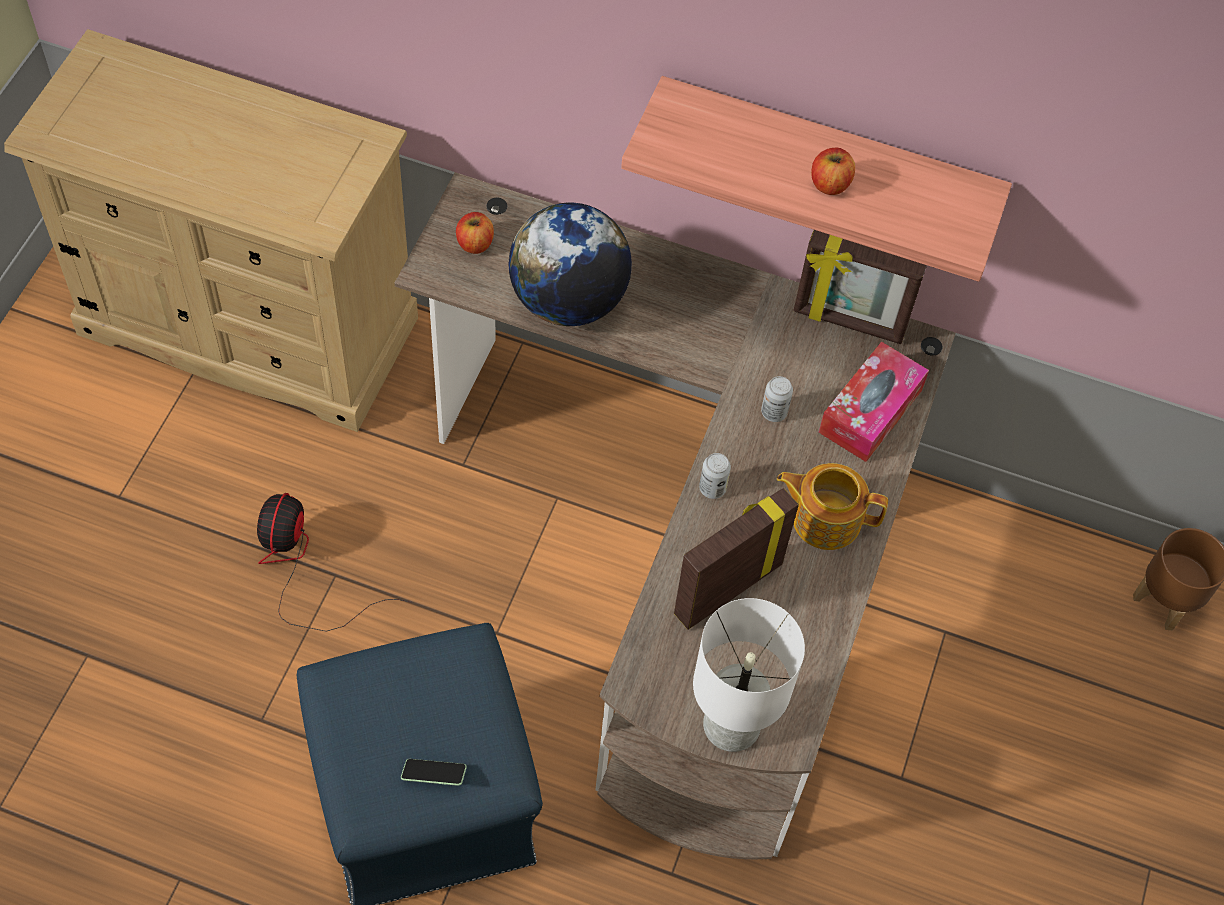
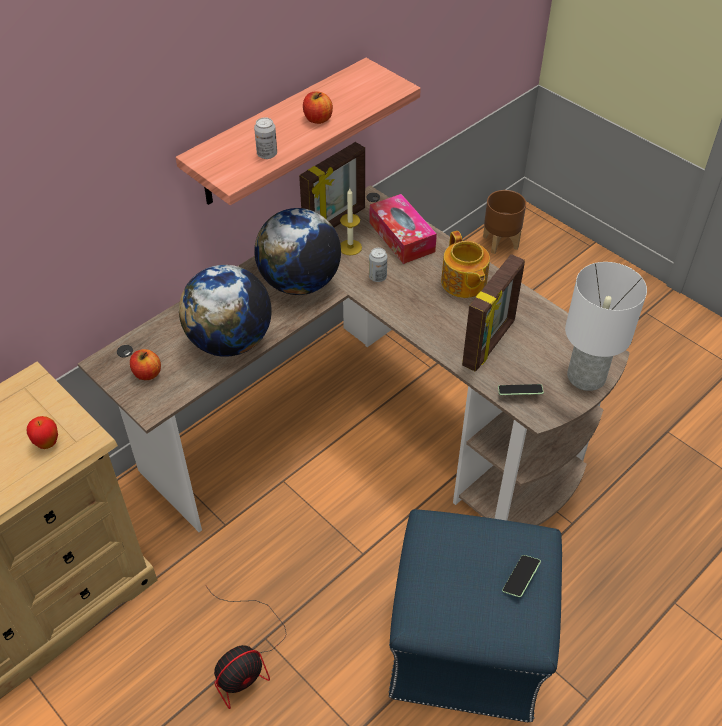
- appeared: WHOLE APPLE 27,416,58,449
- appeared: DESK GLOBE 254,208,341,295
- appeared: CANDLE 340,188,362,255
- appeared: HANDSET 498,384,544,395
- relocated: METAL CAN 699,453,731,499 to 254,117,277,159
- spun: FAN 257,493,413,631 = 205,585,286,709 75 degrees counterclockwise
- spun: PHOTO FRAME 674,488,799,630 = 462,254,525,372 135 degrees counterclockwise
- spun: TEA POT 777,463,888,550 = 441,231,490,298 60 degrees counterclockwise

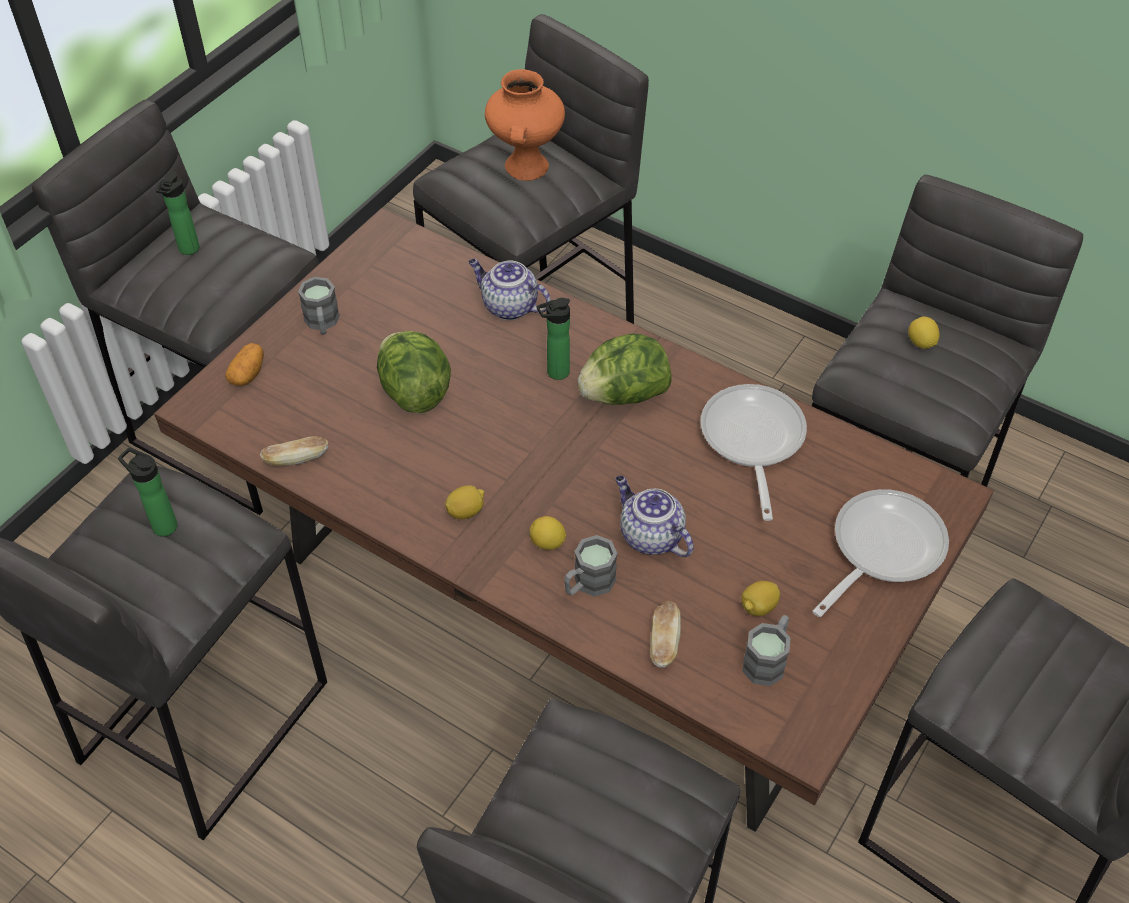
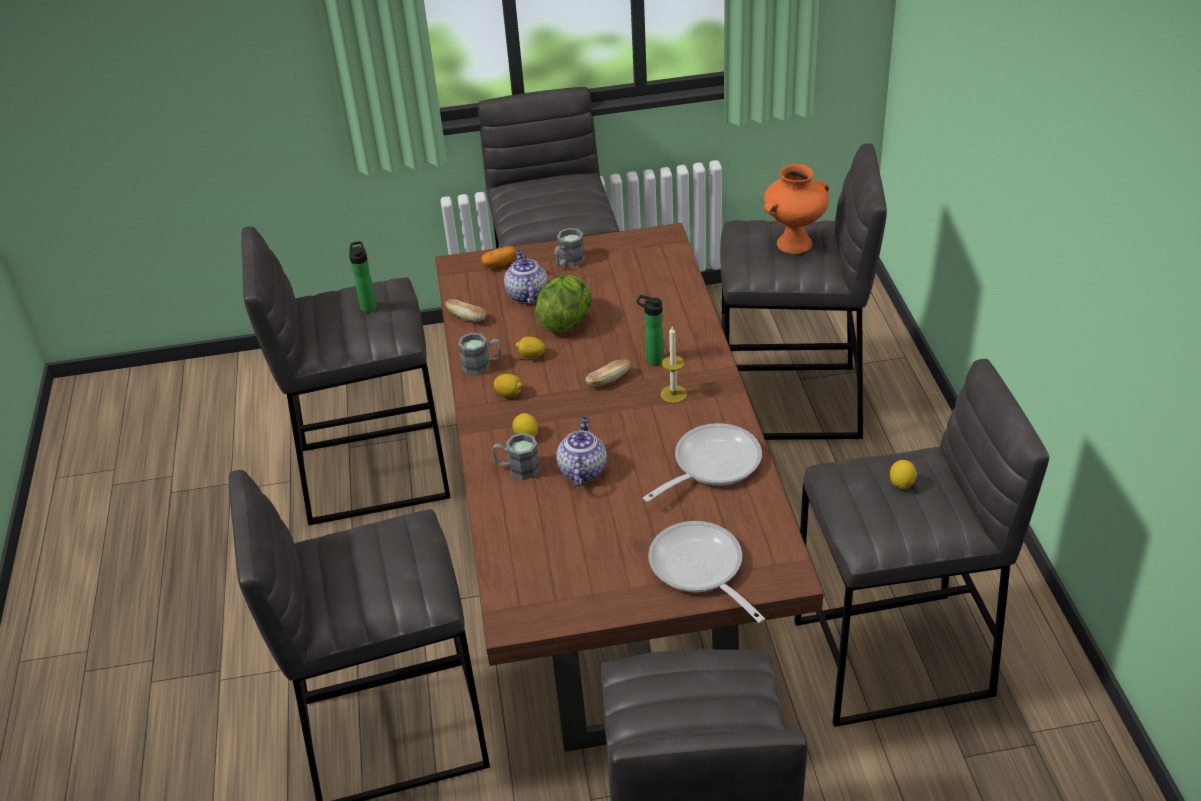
- missing: BEVERAGE BOTTLE 156,171,200,255
- relocated: TEA POT 468,259,551,320 to 504,250,548,304
- relocated: BAKERY BREAD 650,602,681,668 to 585,359,630,386
- relocated: CITRUS FRUIT 741,581,780,616 to 516,337,546,358
- relocated: GRAY MUG 742,615,791,686 to 458,333,501,375
- exchanged: HEAD OF LETTUCE 578,333,672,405 to CANDLE 660,327,687,403
- spun: FRYING PAN 813,489,949,617 = 648,521,765,623 120 degrees counterclockwise

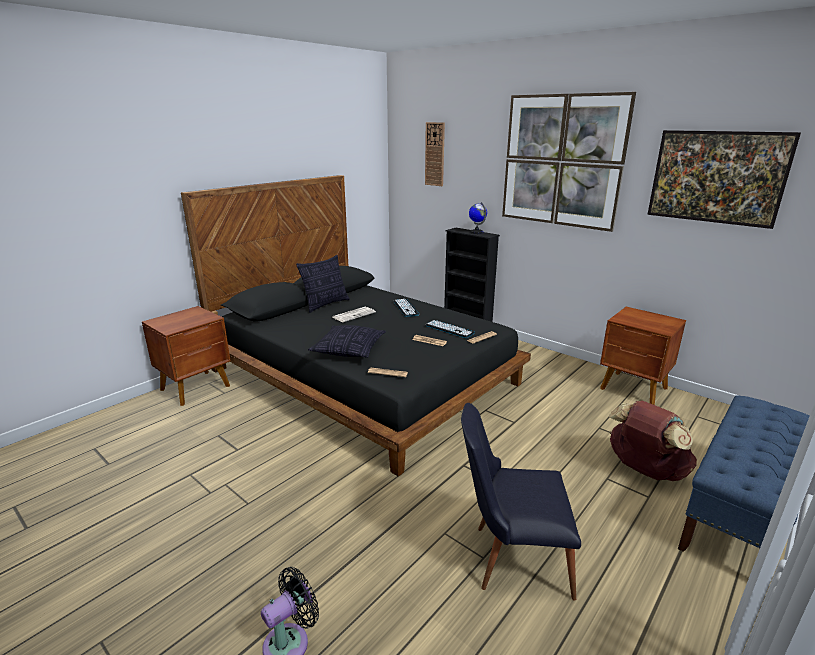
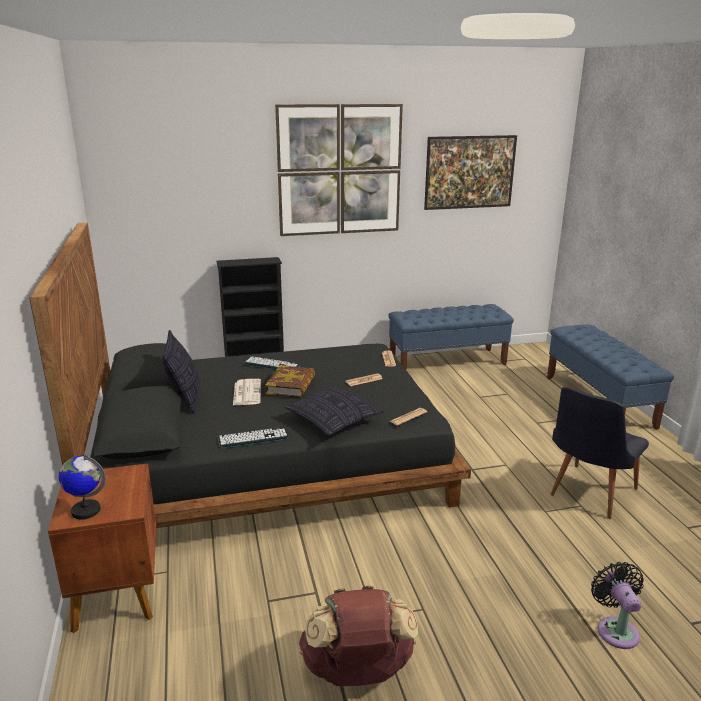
- missing: CLOCK ON THE WALL 425,122,445,186
- appeared: BOOK 265,365,315,398
- relocated: PC KEYBOARD 426,320,475,338 to 218,427,289,448
- relocated: DESK GLOBE 469,202,487,234 to 58,455,106,520
- relocated: BROWNISH RUCKSACK 609,401,697,481 to 299,585,418,686
- exchanged: BROWNISH NIGHT TABLE 600,307,686,405 to BLUISH LONG SEAT 388,304,514,370

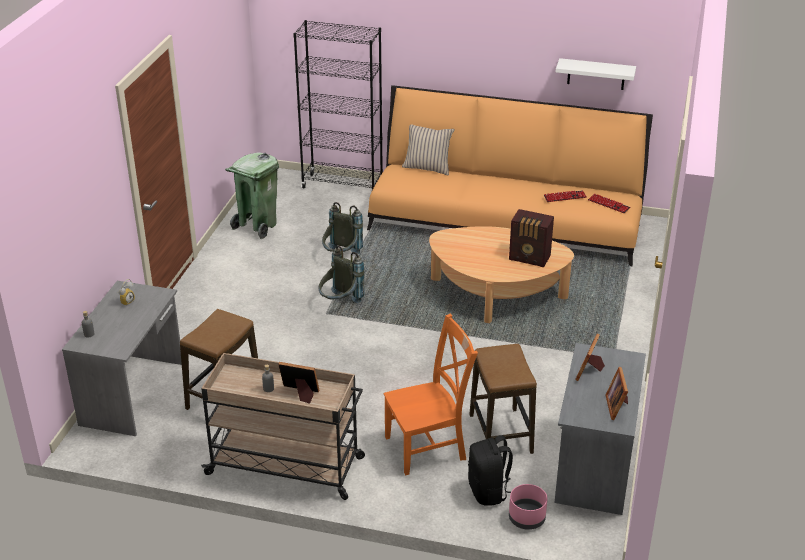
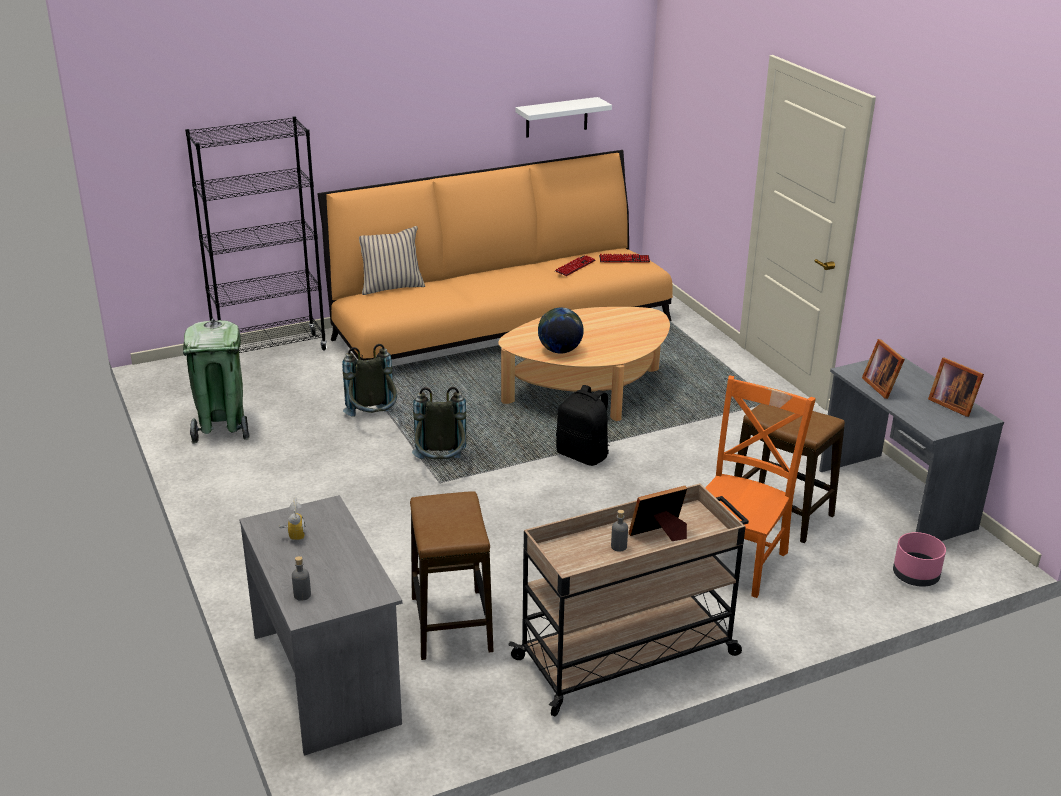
- missing: RADIO SET 509,209,554,267
- appeared: DESK GLOBE 538,307,584,353
- relocated: BLACK-COLOURED RUCKSACK 468,435,513,506 to 556,385,610,466

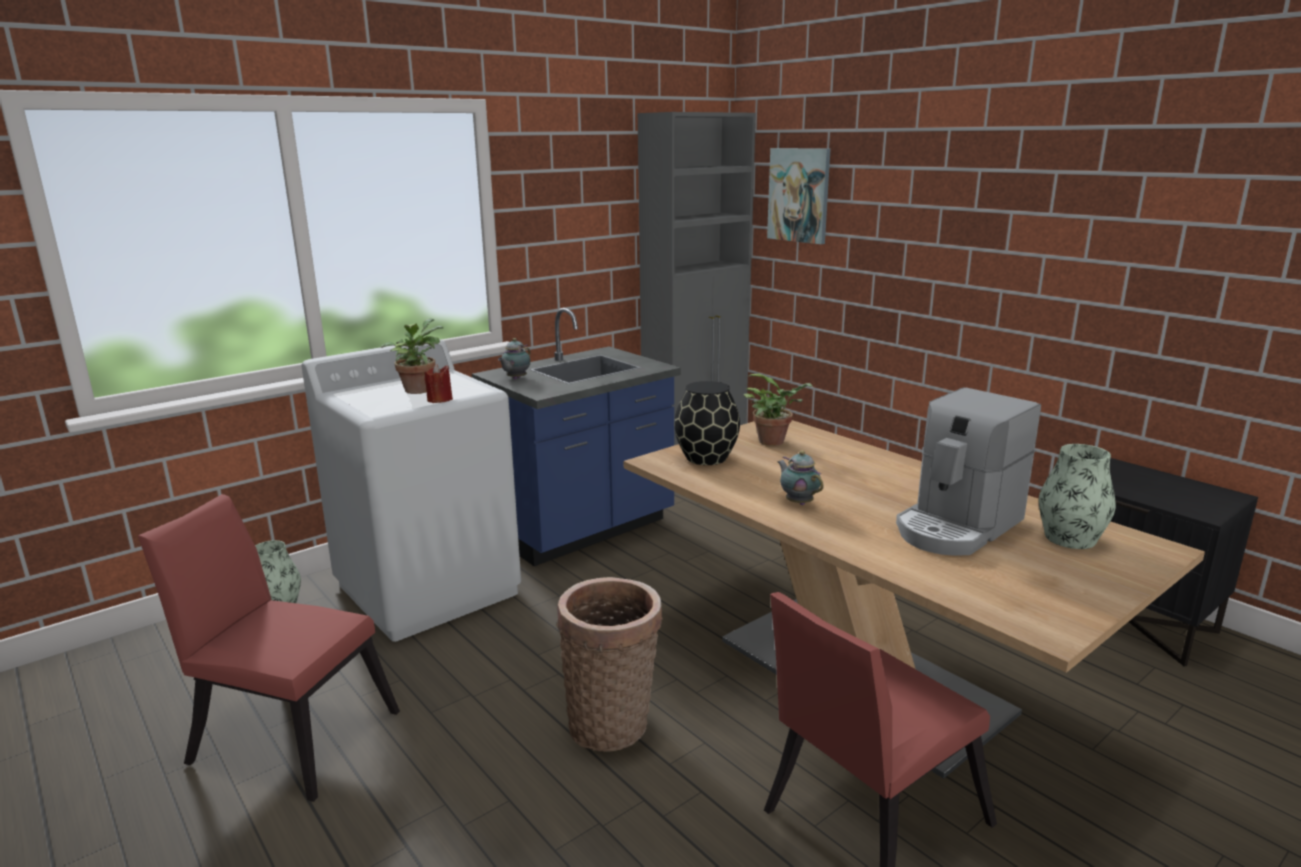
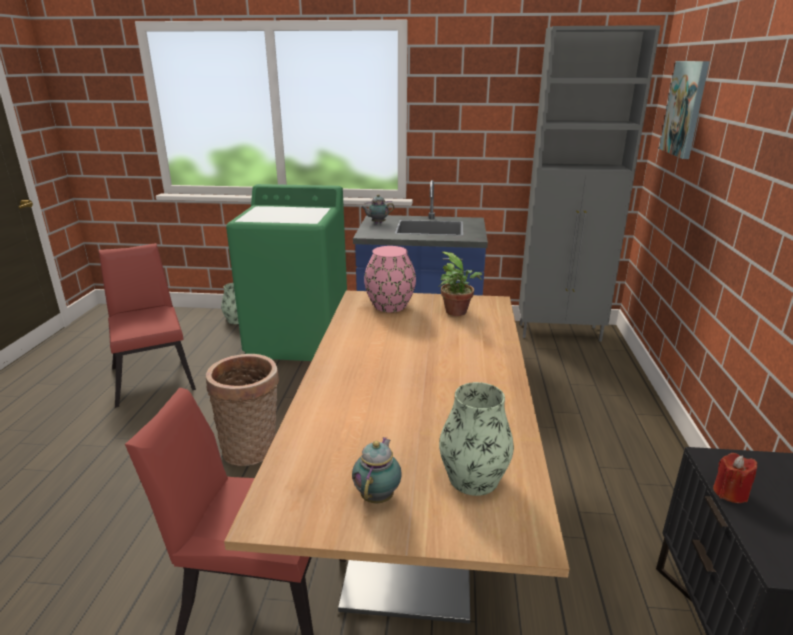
- missing: PLANT IN A POT 381,318,444,394
- missing: COFFEE BREWER 896,388,1041,556
- relocated: RED CANDLE 424,364,453,403 to 713,453,757,503
- relocated: TEA POT 777,450,824,505 to 352,437,402,503
- colour: WHITISH LAUNDRY MACHINE 301,339,521,642 to GREEN LAUNDRY MACHINE 226,184,347,361
- colour: BLACK-COLOURED VASE 674,381,740,465 to PINK-COLOURED VASE 364,246,416,313

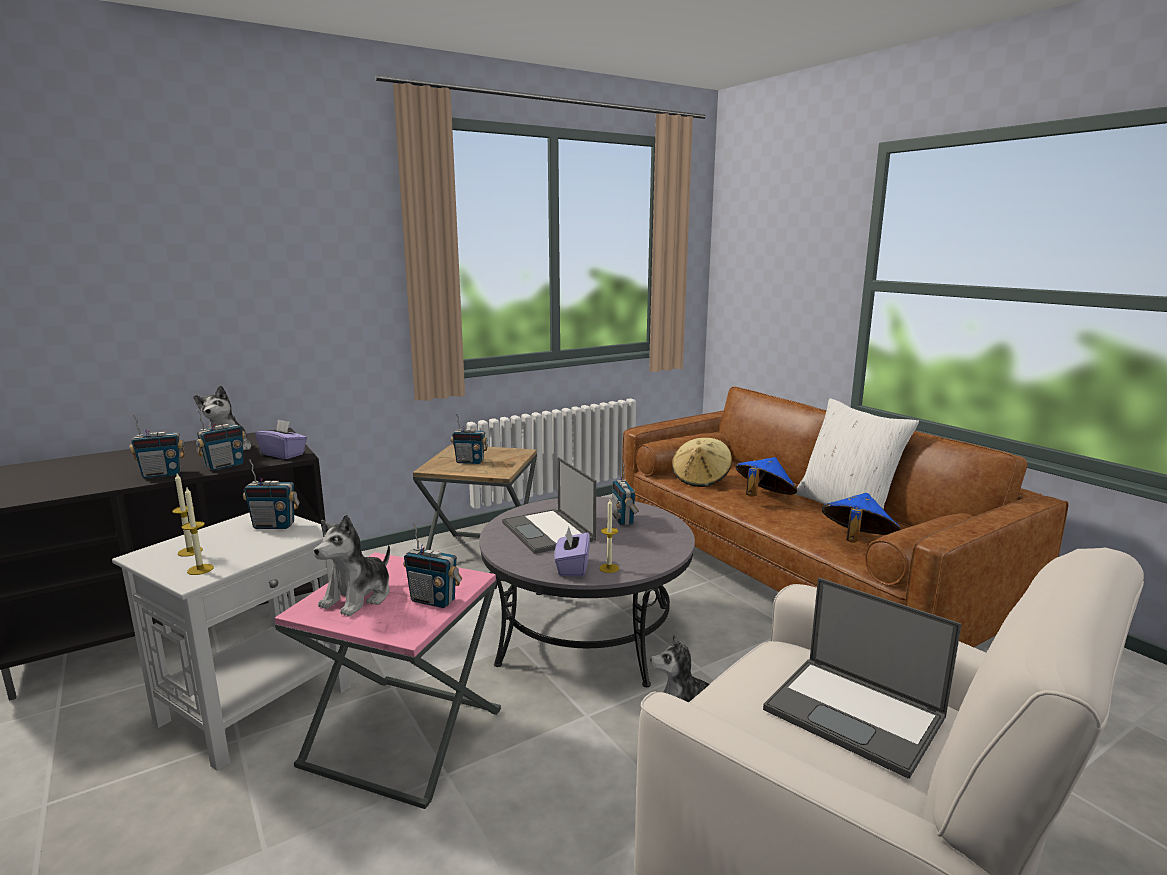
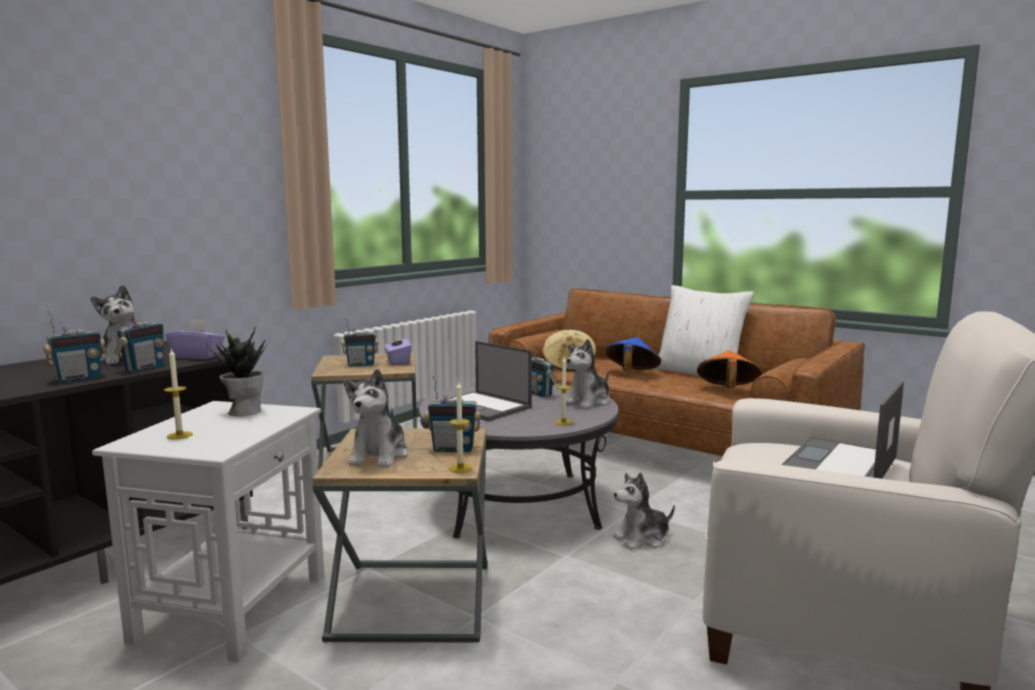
- appeared: SOFT TOY 566,339,610,409
- relocated: CANDLE 182,488,214,575 to 449,382,473,473
- relocated: PURPLISH BOX OF TISSUES 554,527,590,577 to 384,334,411,365
- exchanged: RADIO SET 243,459,300,529 to PLANT IN A POT 206,327,268,416
- colour: PINK-COLOURED SIDE TABLE 275,552,501,809 to BROWNISH SIDE TABLE 313,429,488,643
- colour: BLUISH CLOTHING HAT 822,493,901,543 to ORANGE CLOTHING HAT 697,350,762,388
- spun: NOTEBOOK COMPUTER 763,578,962,779 = 781,381,904,479 105 degrees clockwise

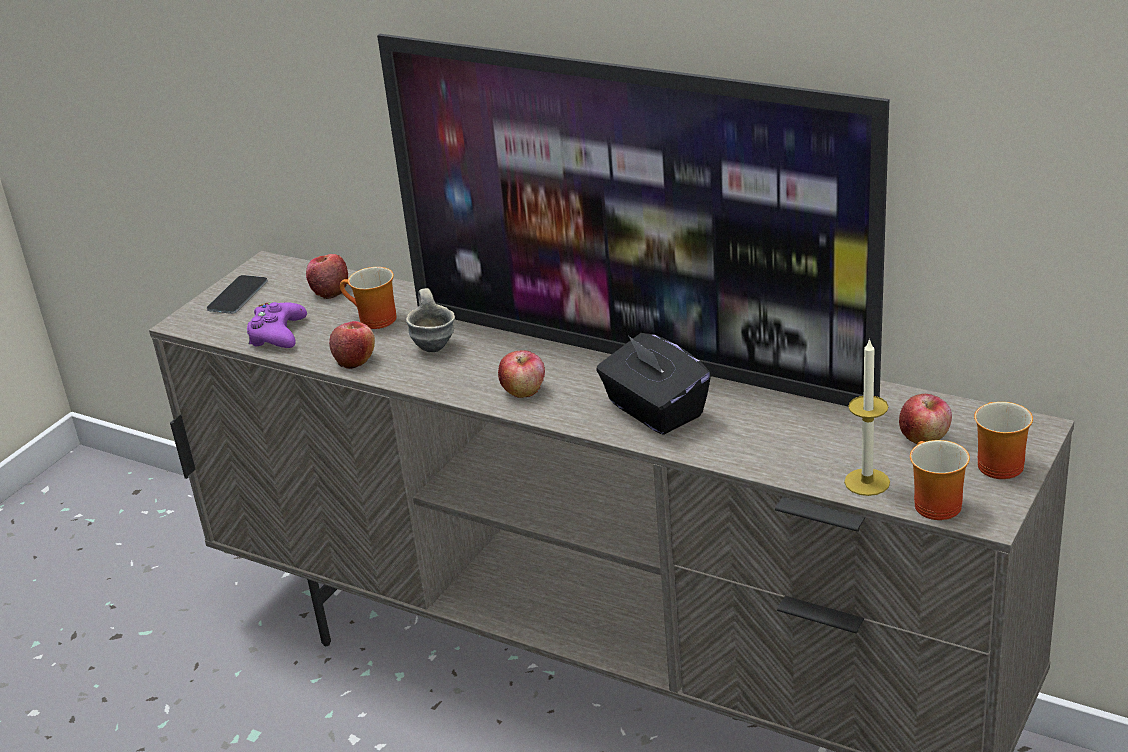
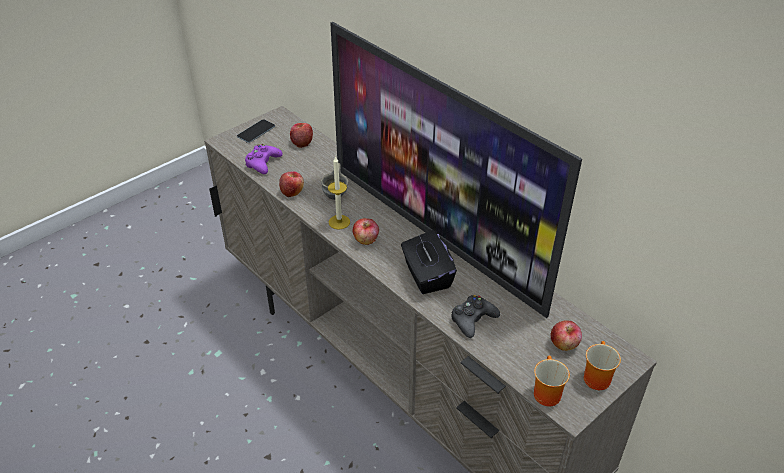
- missing: MUG 340,267,397,329
- appeared: BLACK-COLOURED GAMEPAD 451,295,500,338
- relocated: CANDLE 844,338,890,496 to 328,156,350,230

